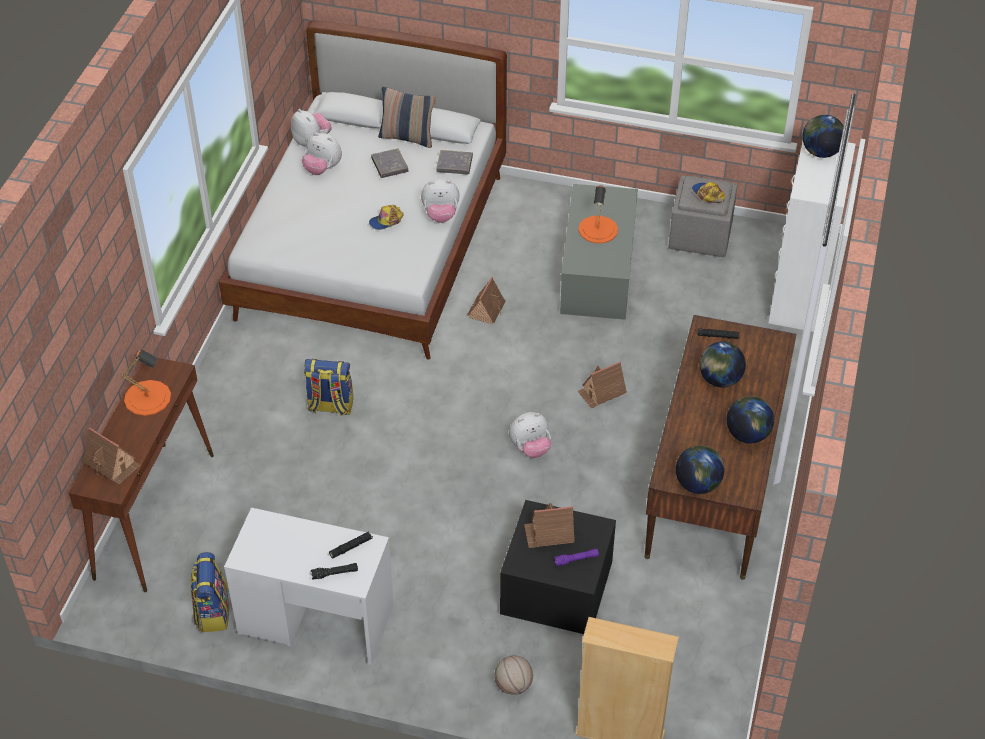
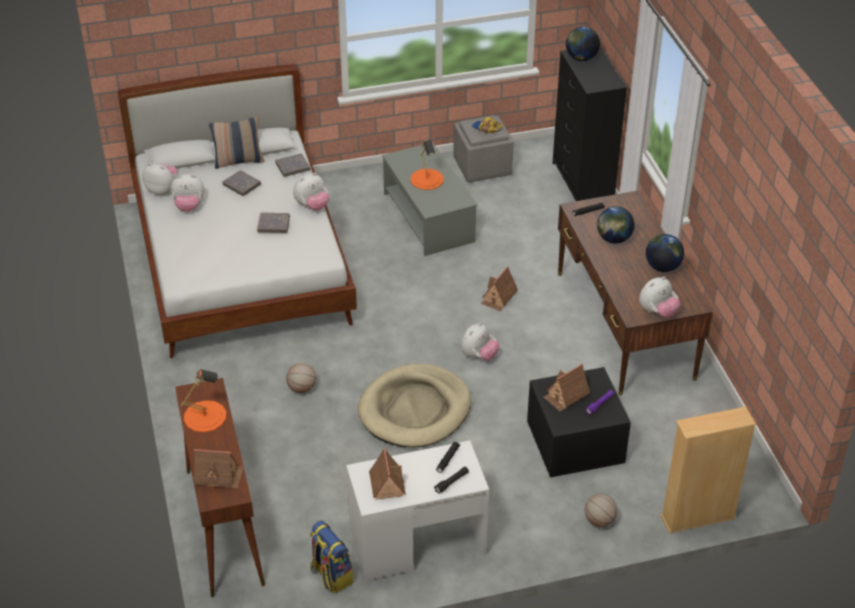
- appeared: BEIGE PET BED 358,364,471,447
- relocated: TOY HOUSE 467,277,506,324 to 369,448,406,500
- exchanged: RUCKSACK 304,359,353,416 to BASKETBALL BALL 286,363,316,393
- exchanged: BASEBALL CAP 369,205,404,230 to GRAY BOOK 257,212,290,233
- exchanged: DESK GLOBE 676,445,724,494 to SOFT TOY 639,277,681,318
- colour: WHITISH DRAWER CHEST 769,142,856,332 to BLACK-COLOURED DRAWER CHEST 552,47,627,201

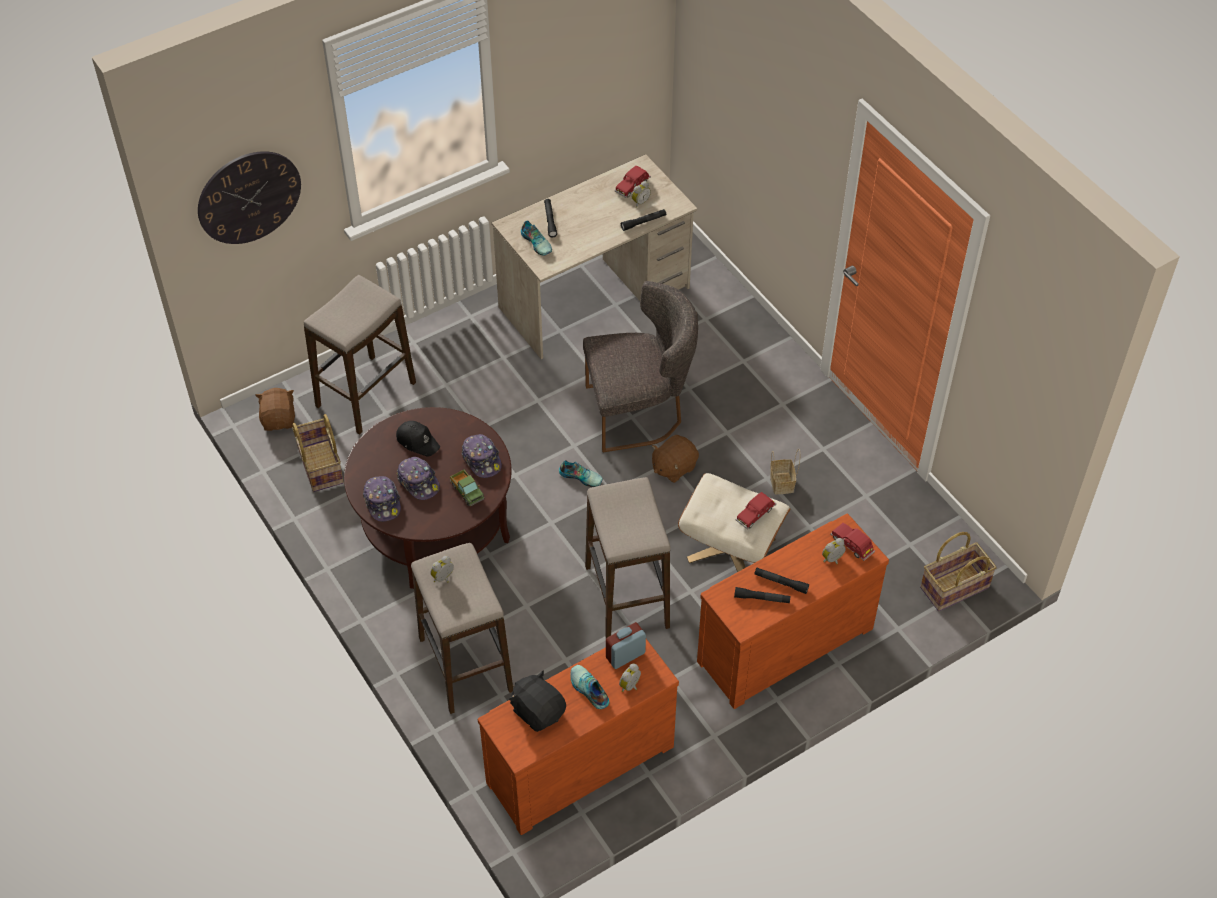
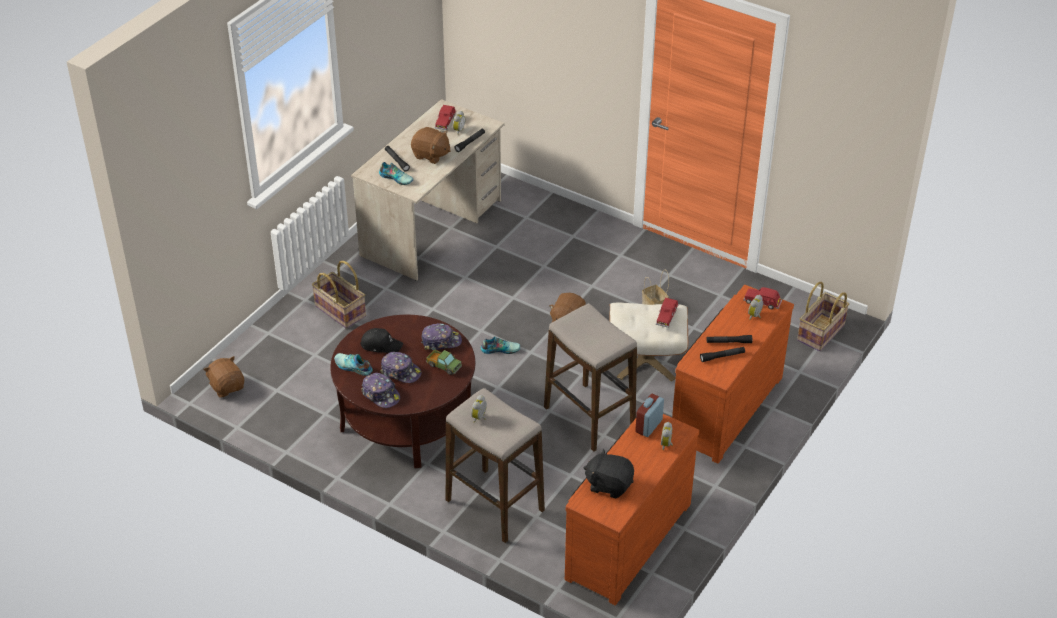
- missing: CLOCK ON THE WALL 198,151,301,244
- missing: STOOL 304,275,416,435
- missing: GRAY CHAIR 583,281,698,452
- appeared: BROWNISH SOFT TOY 411,127,451,164
- relocated: HOUSEHOLD BASKET 293,414,344,492 to 312,261,366,329
- relocated: SHOE 570,665,609,709 to 334,353,373,376
- spun: BASEBALL CAP 462,434,502,478 = 421,323,462,350 45 degrees counterclockwise

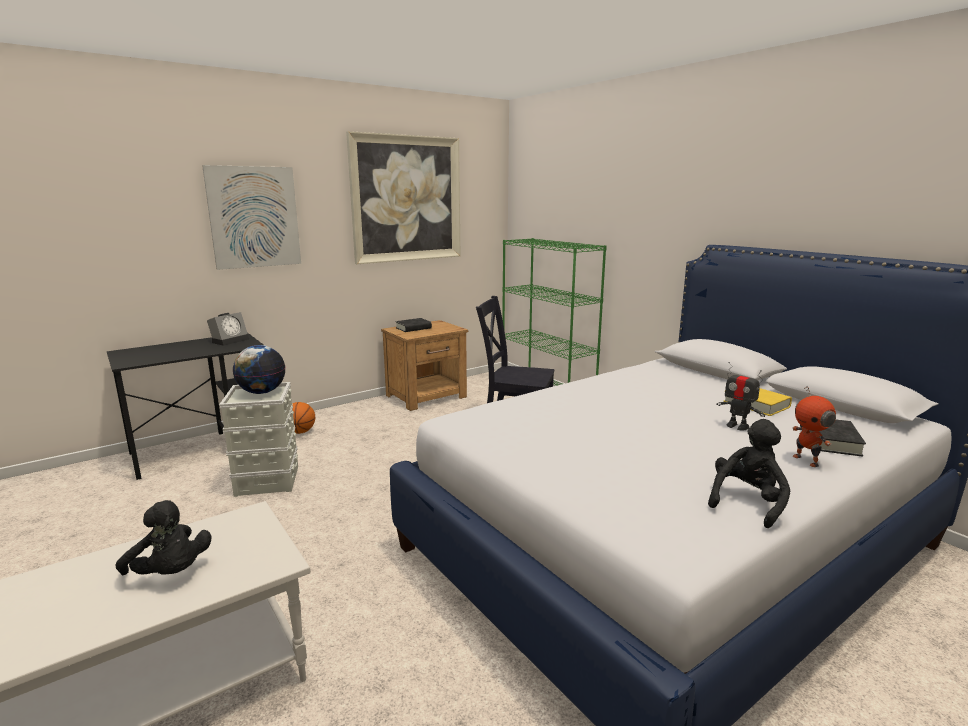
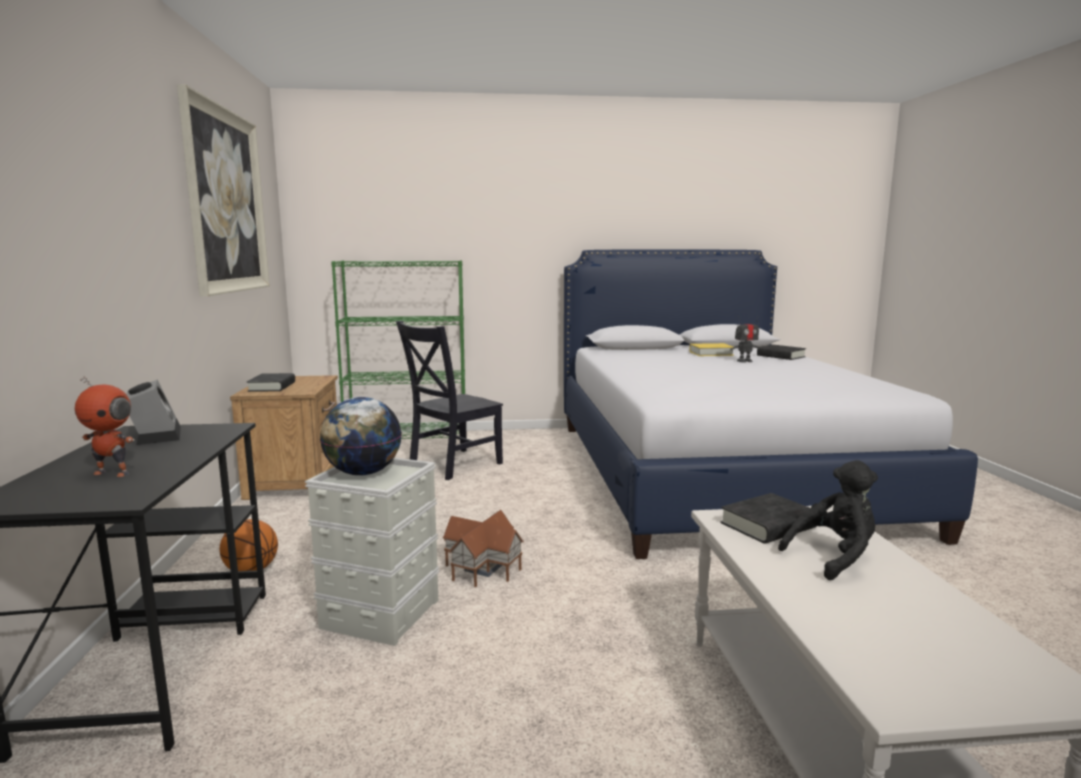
- missing: WALL ART 202,165,301,270
- missing: BLACK-COLOURED SOFT TOY 708,419,790,528
- appeared: TOY HOUSE 443,510,524,587
- appeared: BLACK-COLOURED BOOK 720,493,817,544
- relocated: MODEL ROBOT 792,385,836,467 to 75,376,135,477

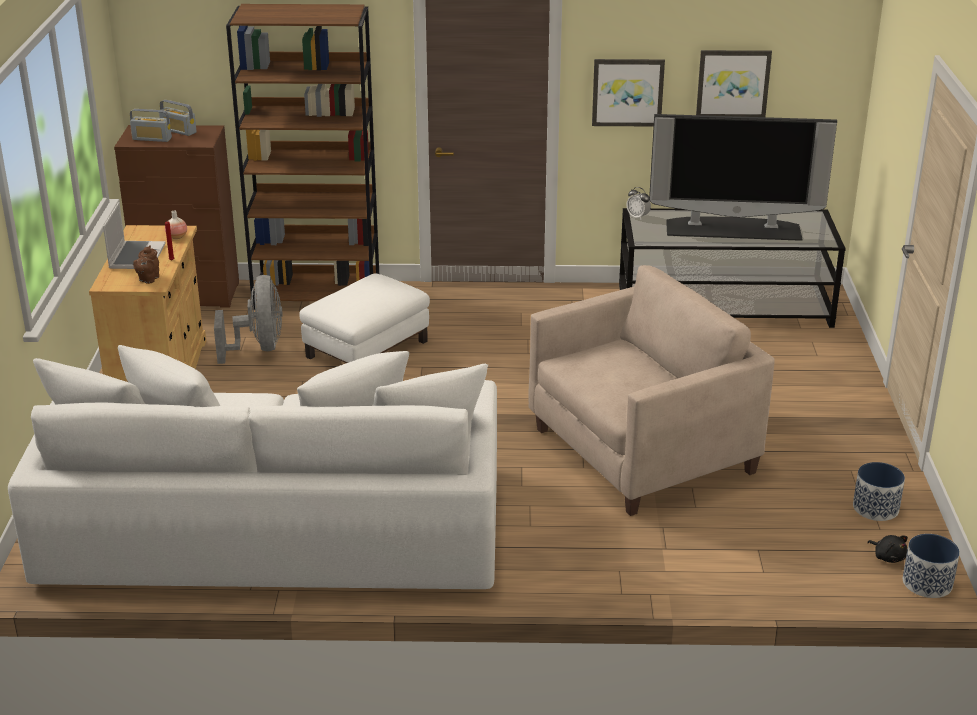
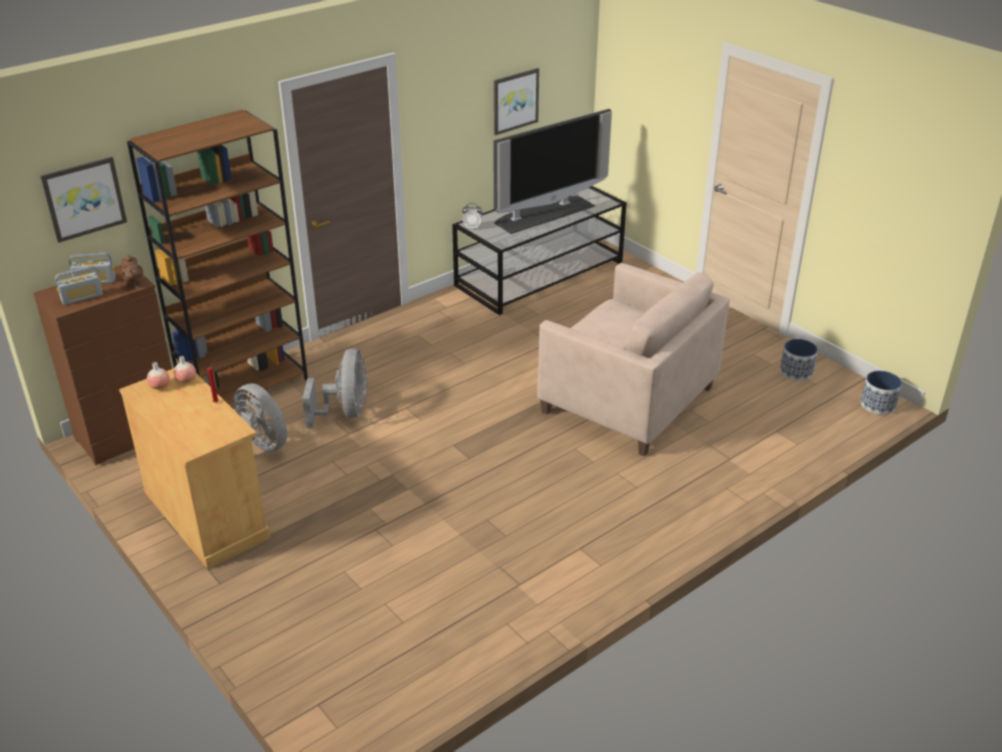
- missing: WHITISH SETTEE 8,345,497,589
- missing: NOTEBOOK COMPUTER 103,202,166,269
- missing: BLACK-COLOURED SOFT TOY 867,535,908,563
- appeared: VASE 147,362,170,390
- relocated: BROWNISH TEA POT 133,245,159,284 to 121,254,143,288
- relocated: WALL ART 592,59,665,126 to 40,157,127,243
- exchanged: WHITISH OTTOMAN 299,274,430,363 to GRAY FAN 302,349,368,428
- spun: BEIGE LOUNGE CHAIR 529,265,775,516 = 537,263,730,456 105 degrees clockwise

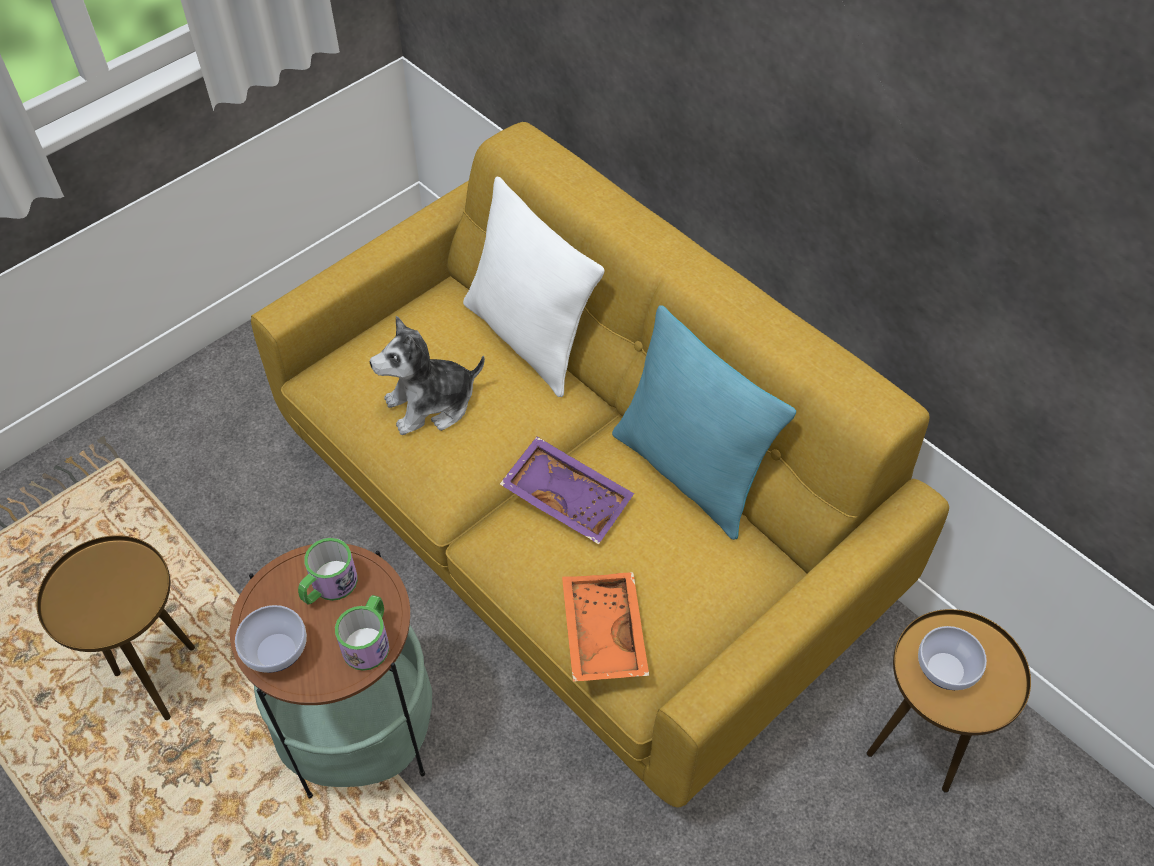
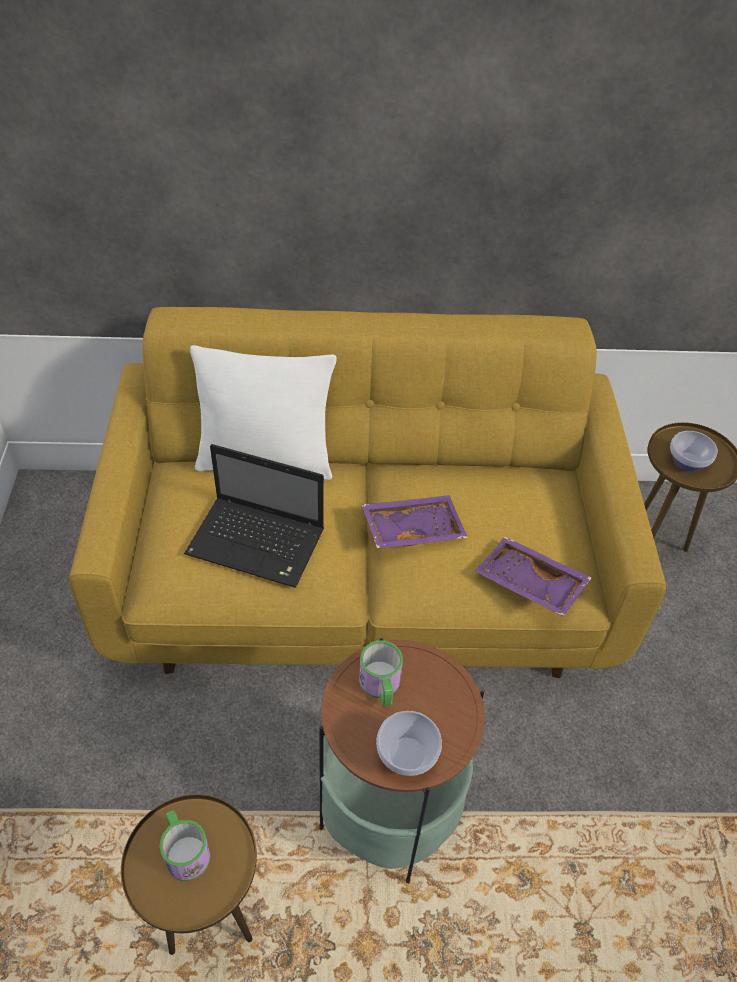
- missing: TURQUOISE CUSHION 612,305,796,540
- relocated: MUG 335,595,389,671 to 160,810,210,881
- exchanged: SOFT TOY 370,316,485,435 to NOTEBOOK COMPUTER 184,444,324,588
- colour: ORANGE CARRYING TRAY 562,572,649,682 to PURPLISH CARRYING TRAY 475,537,592,616

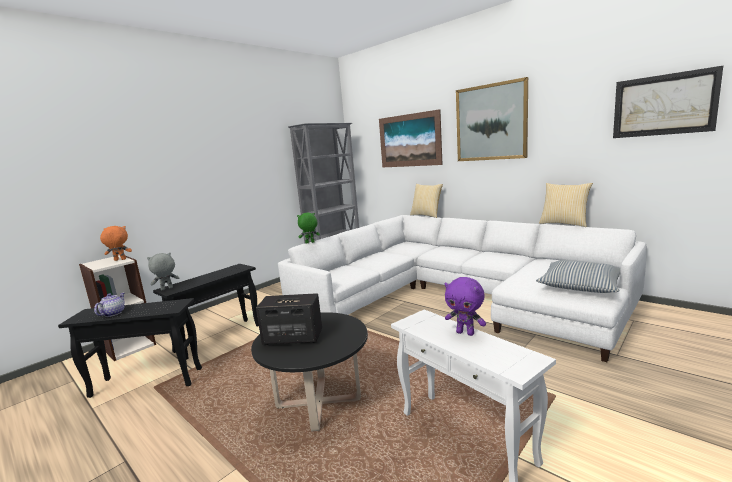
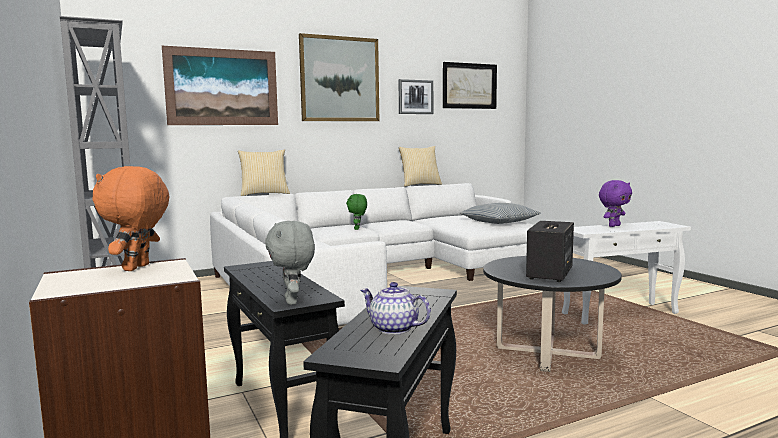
- appeared: WALL ART 399,79,433,114
- relocated: GREEN SOFT TOY 297,213,320,244 to 346,194,367,230

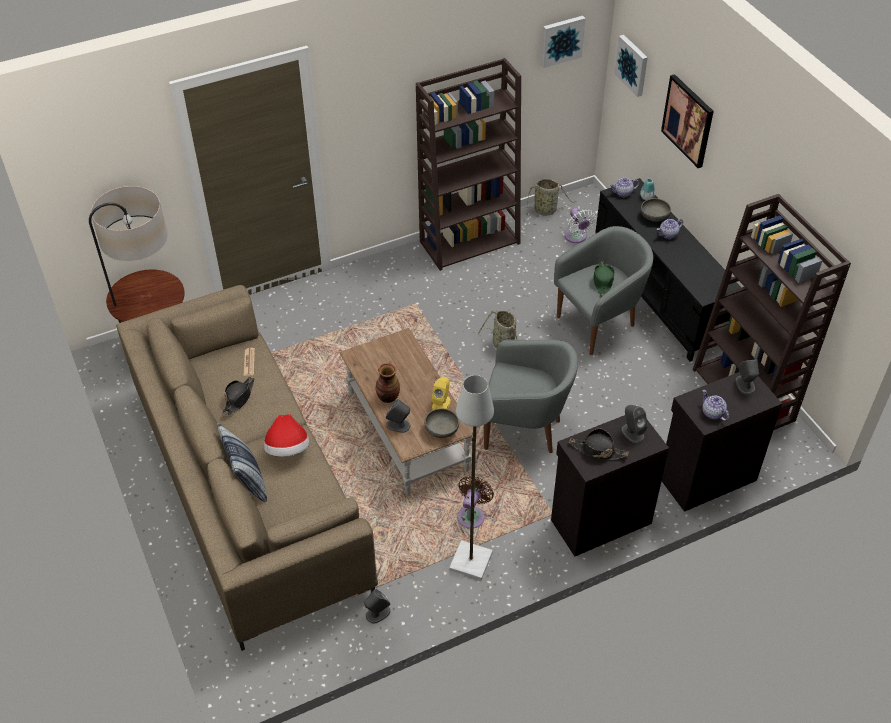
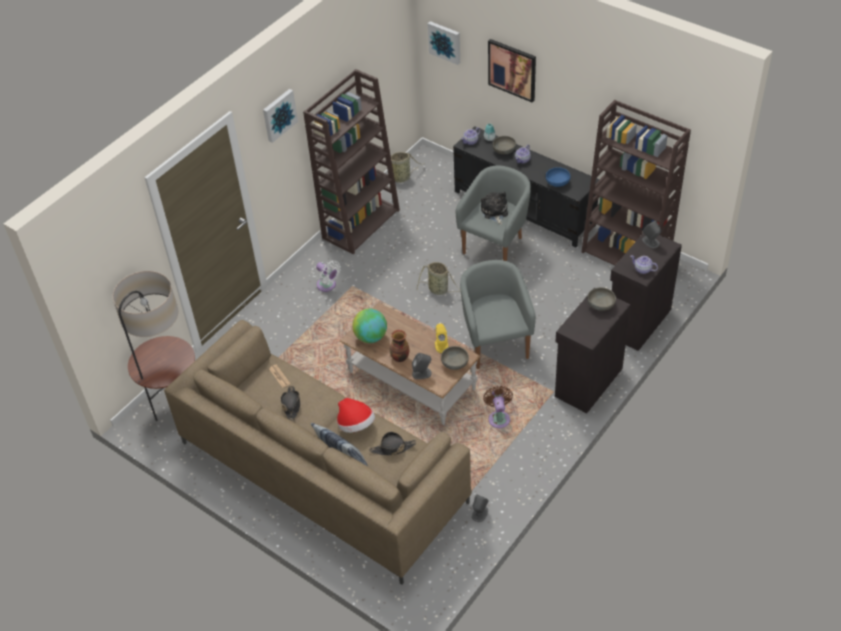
- missing: GRAY STANDARD LAMP 449,375,494,580
- appeared: DESK GLOBE 352,309,387,343
- appeared: BLUISH SERVING BOWL 546,167,571,187
- relocated: WALL ART 541,16,586,68 to 263,89,298,143
- relocated: WHITISH FAN 565,208,596,243 to 316,260,341,292
- relocated: BLACK-COLOURED CLOTHING HAT 569,429,629,460 to 369,432,416,455
- exchanged: GREEN CLOTHING HAT 593,261,615,297 to SOFT TOY 481,192,508,225
- exchanged: GRAY AUDIO SPEAKER 621,405,648,443 to GRAY SERVING BOWL 587,287,616,311
- spun: GRAY LOUNGE CHAIR 484,340,578,453 = 460,260,536,369 90 degrees counterclockwise

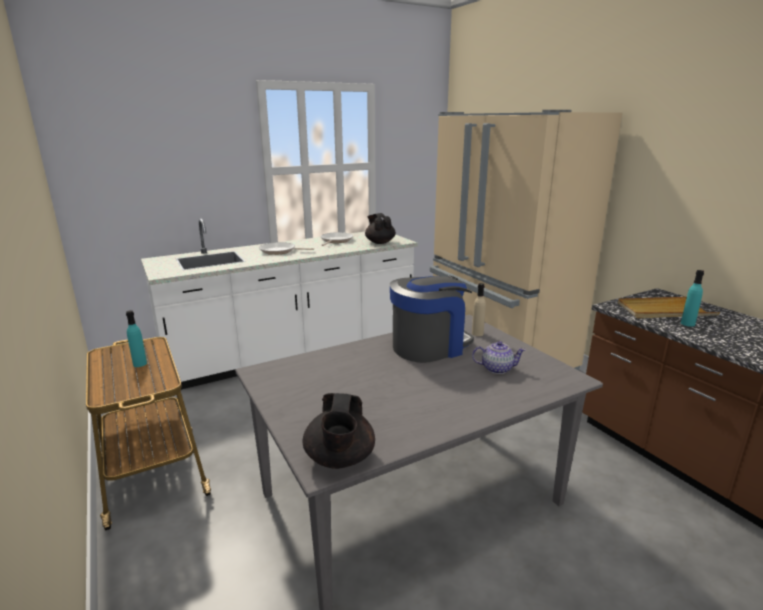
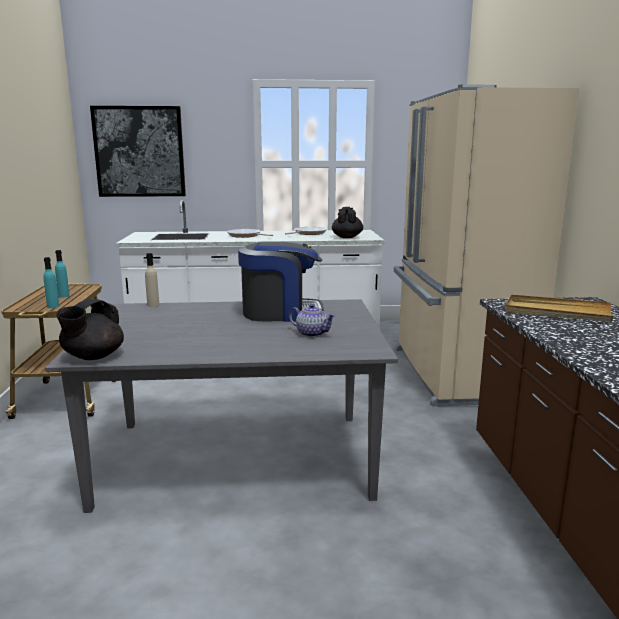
- appeared: WALL ART 90,106,186,197
- relocated: BEIGE BEVERAGE BOTTLE 472,283,486,336 to 145,253,159,307
- relocated: TURQUOISE BEVERAGE BOTTLE 681,270,704,327 to 43,257,59,308

